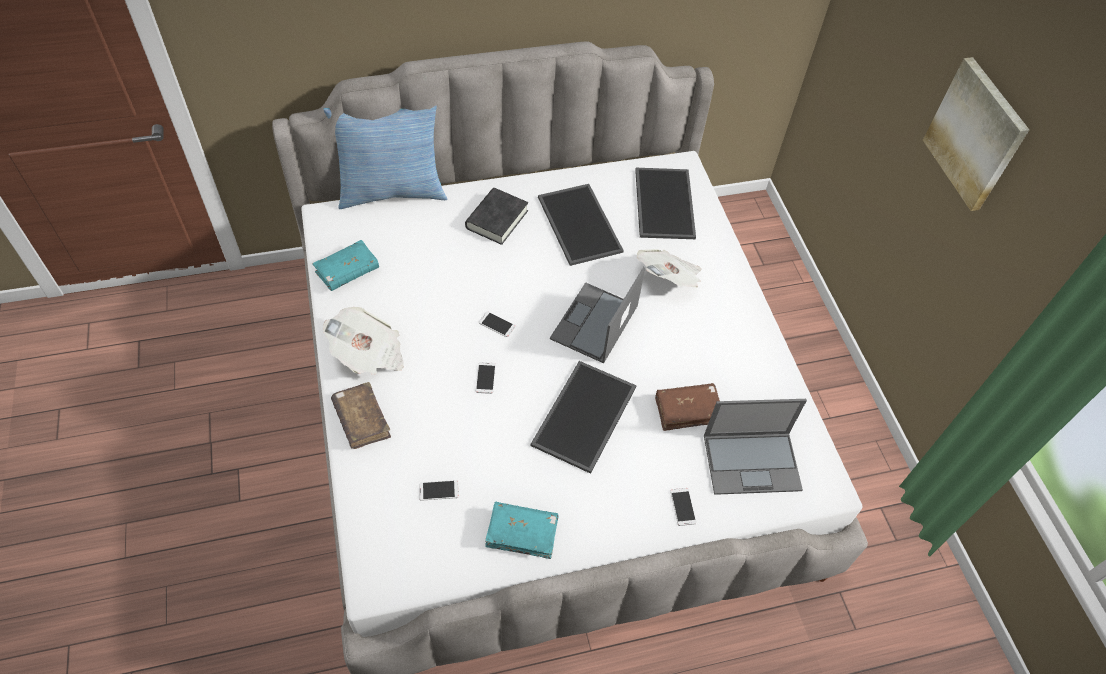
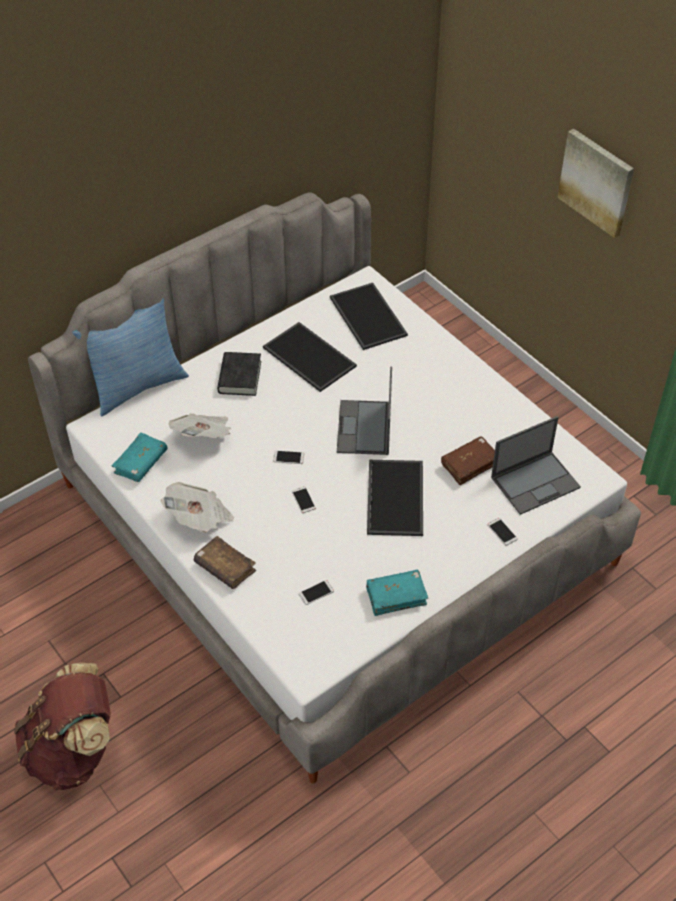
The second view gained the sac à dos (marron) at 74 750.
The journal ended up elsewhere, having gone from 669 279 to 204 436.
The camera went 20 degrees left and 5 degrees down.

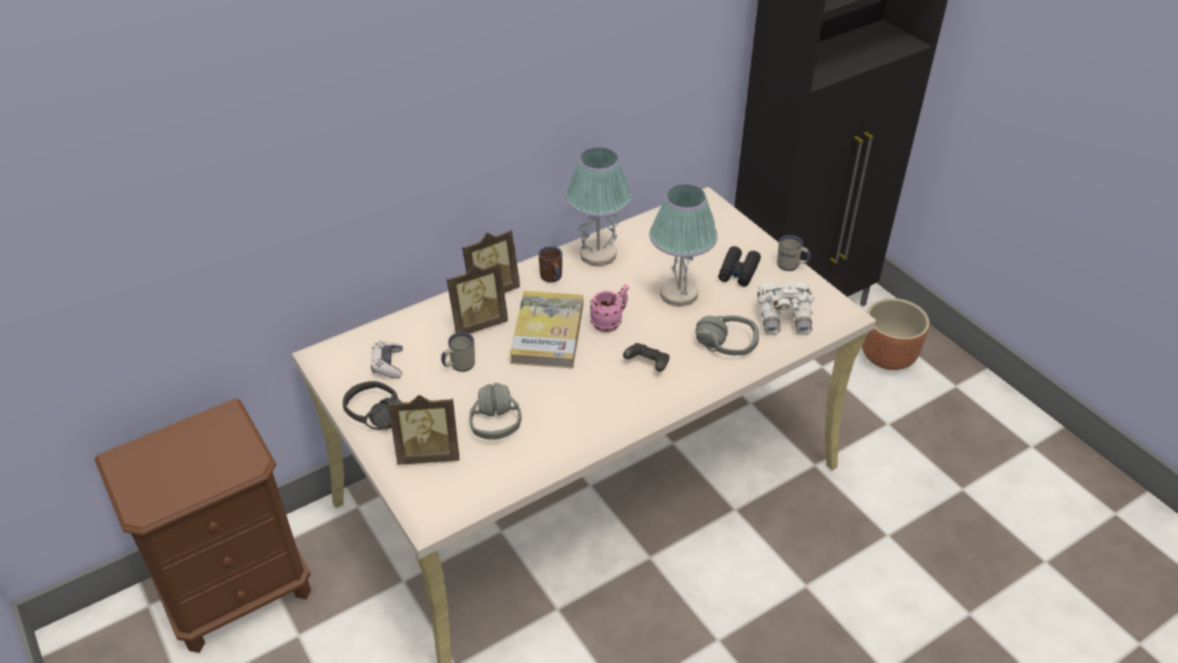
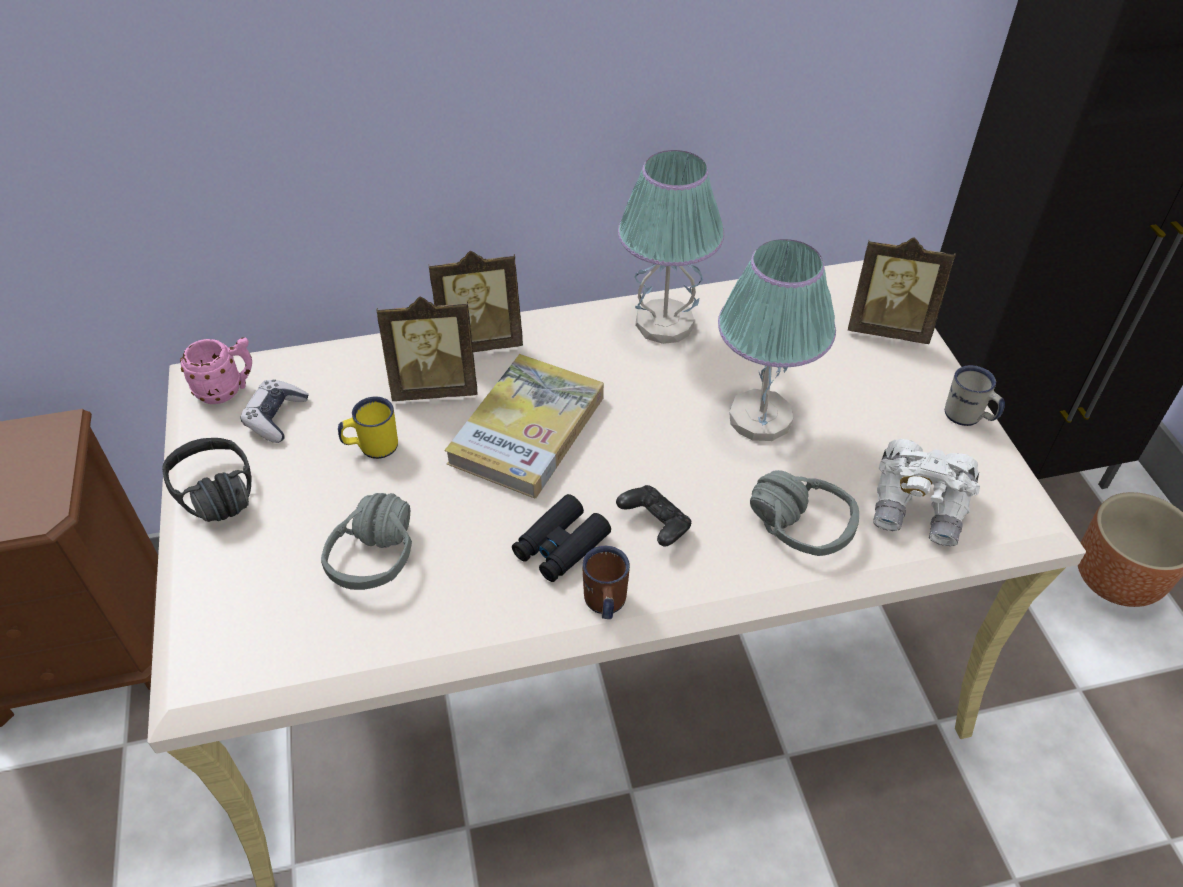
The mug (rose) ended up elsewhere, having gone from 610 322 to 228 390.
What was the mug (blanc) at 459 365 turned into the mug (jaune) at 372 446.
The jumelles (noir) ended up elsewhere, having gone from 738 272 to 561 546.
The mug (marron) ended up elsewhere, having gone from 552 278 to 604 604.
The cadre photo ended up elsewhere, having gone from 429 453 to 888 328.
The camera went 20 degrees right and 5 degrees up.

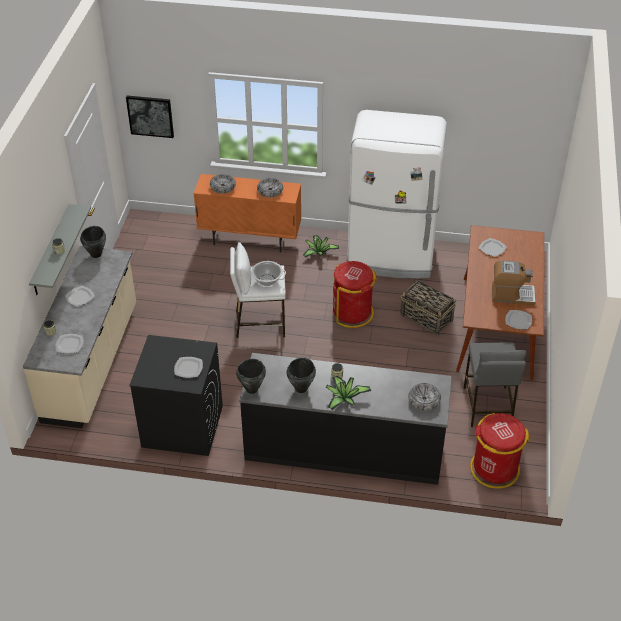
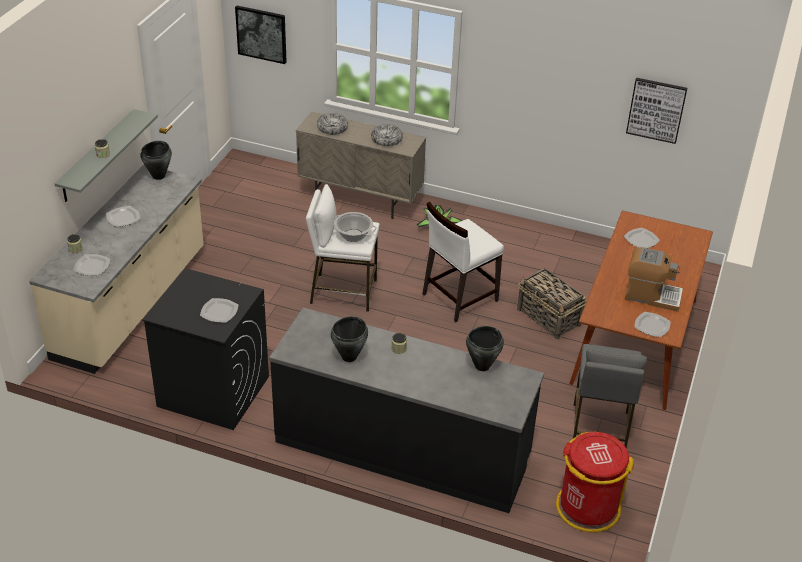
What was the meuble de rangement (orange) at 250 240 turned into the meuble de rangement (beige) at 360 200.
Where the poubelle (rouge) stood at 352 312, the chaise (blanc) came to stand at 459 297.
The marmite (noir) ended up elsewhere, having gone from 251 389 to 481 366.
The second view gained the tableau at 656 110.
The second view lost the plante en pot at 344 398.
The second view lost the réfrigérateur (blanc) at 391 256.
The second view lost the bol at 424 400.
The camera went 10 degrees right and 5 degrees down.

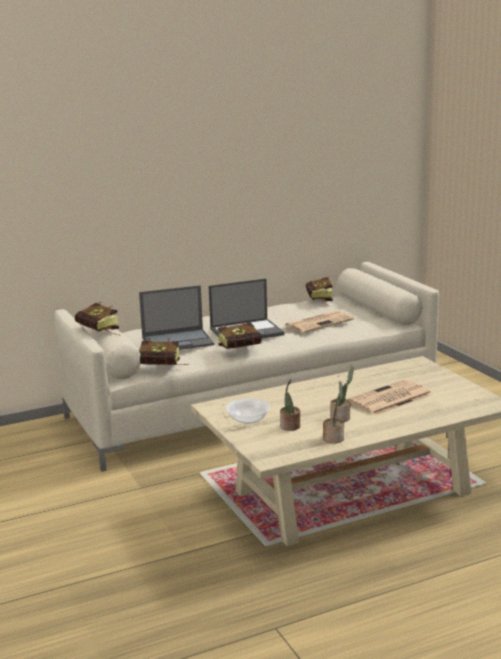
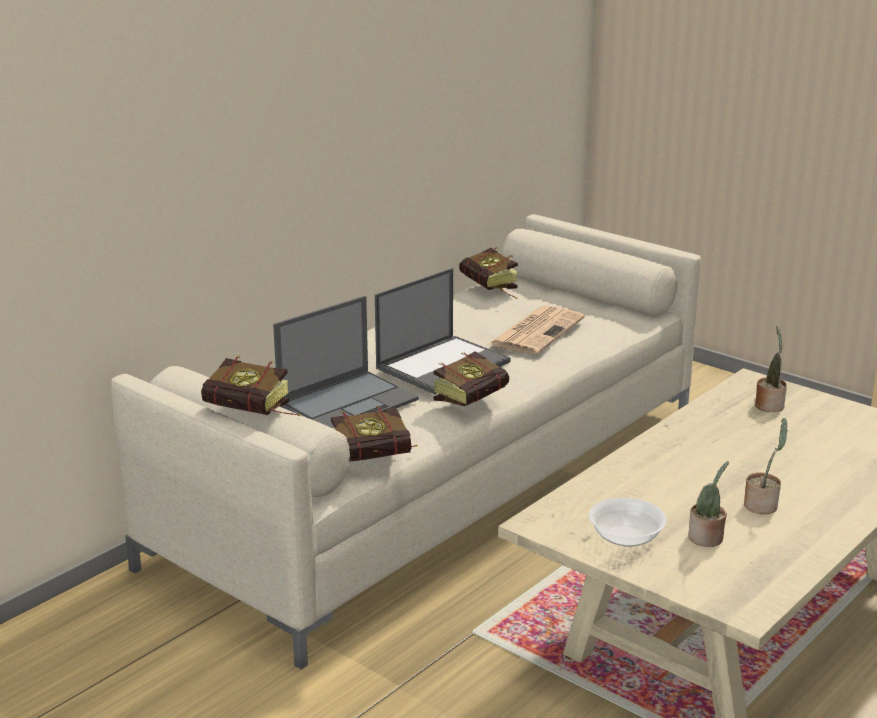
The plante en pot ended up elsewhere, having gone from 334 438 to 769 405.
The second view lost the journal at 390 399.
The camera went 25 degrees left and 5 degrees up.

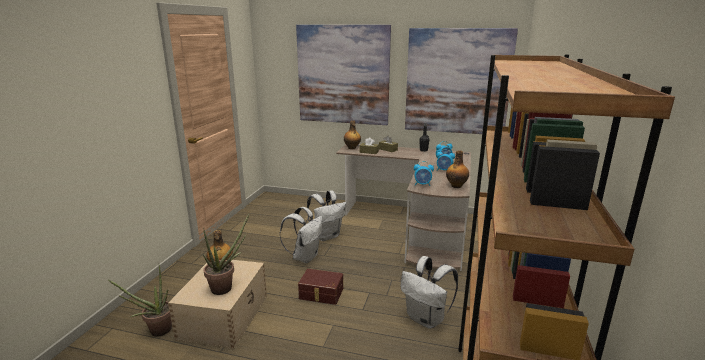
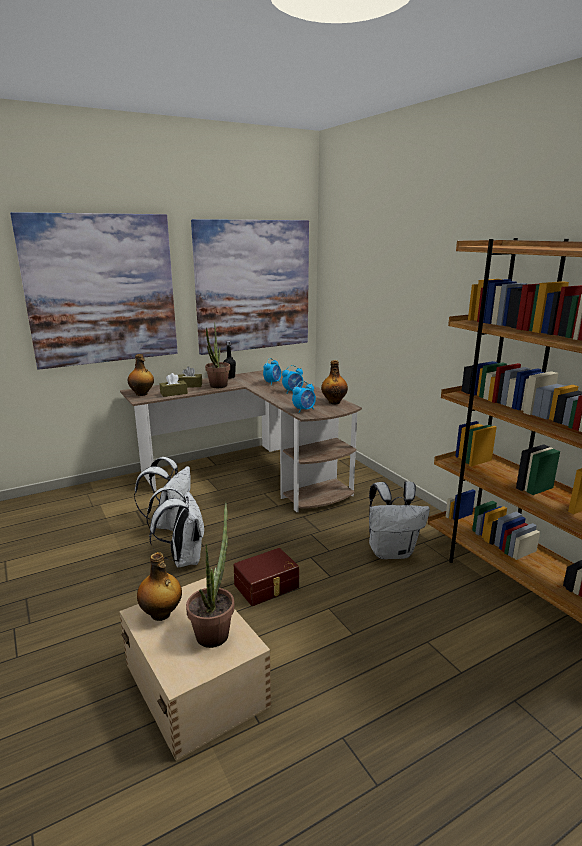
The plante en pot ended up elsewhere, having gone from 156 331 to 217 387.
The camera went 45 degrees left and 0 degrees up.

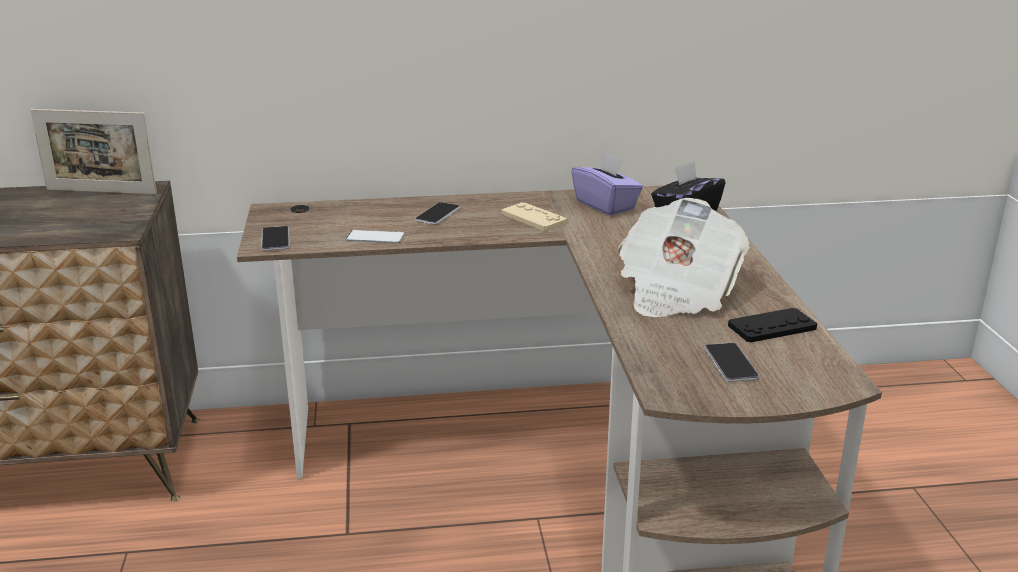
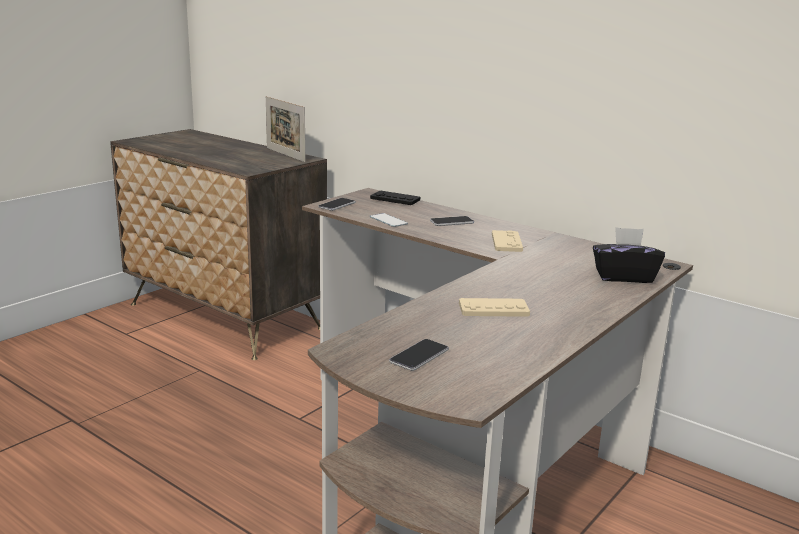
The manette (noir) ended up elsewhere, having gone from 772 327 to 395 199.
Where the journal stood at 676 291, the manette (beige) came to stand at 493 309.
The second view lost the boîte à mouchoirs (violet) at 606 205.
The camera went 45 degrees right and 5 degrees down.

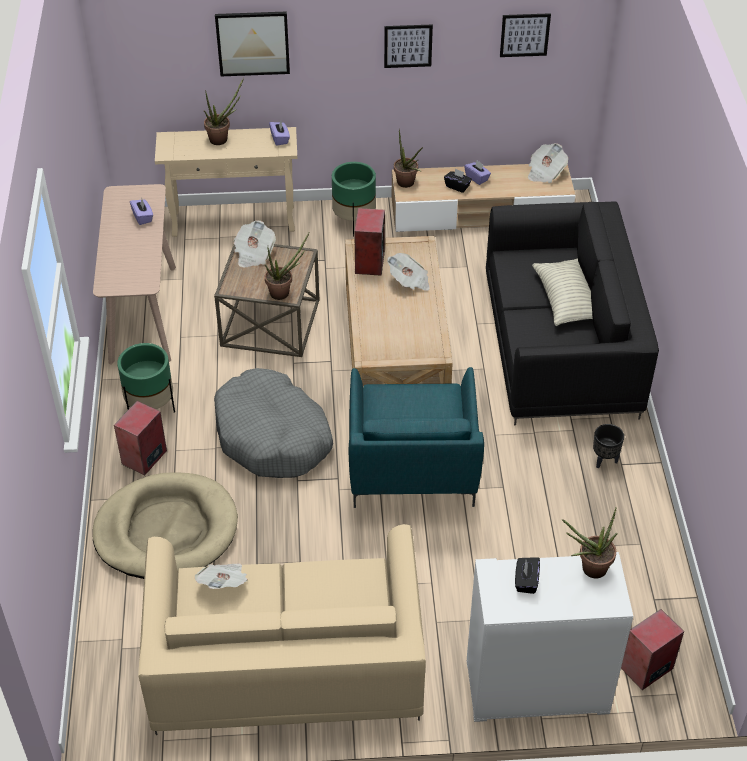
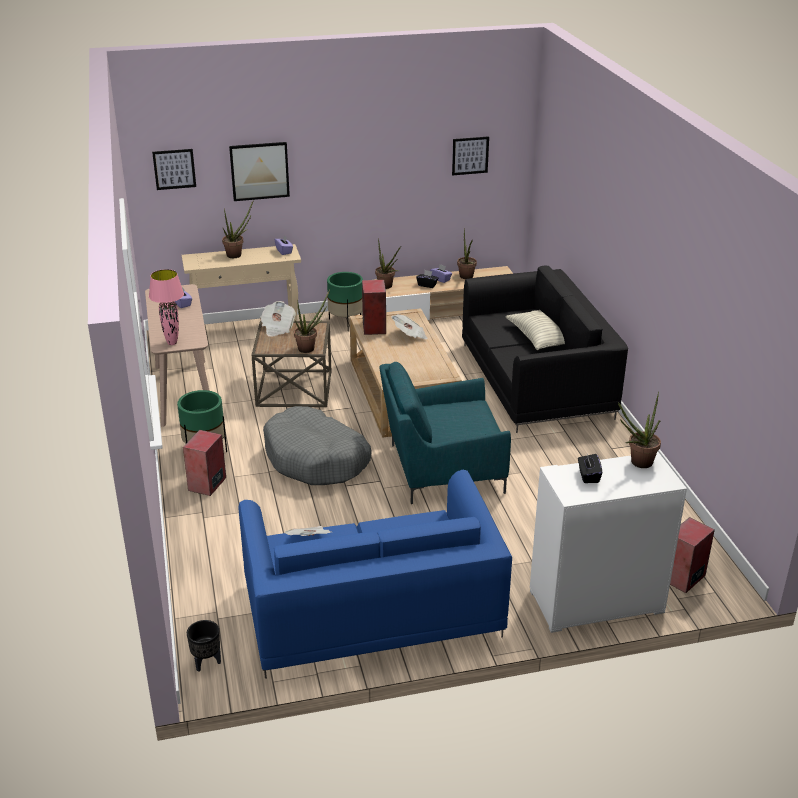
The second view gained the lampe de table (rose) at 172 343.
The tableau ended up elsewhere, having gone from 408 46 to 174 169.
The cache-pot (noir) ended up elsewhere, having gone from 604 460 to 206 662.
What was the canapé (beige) at 285 663 turned into the canapé (bleu) at 371 611.
The fauteuil (turquoise) at 411 469 ended up facing another way, 90 degrees clockwise from before.
The second view gained the plante en pot at 466 278.
The second view lost the panier pour chien (beige) at 166 530.
The second view lost the journal at 545 172.
The camera went 10 degrees left and 15 degrees down.

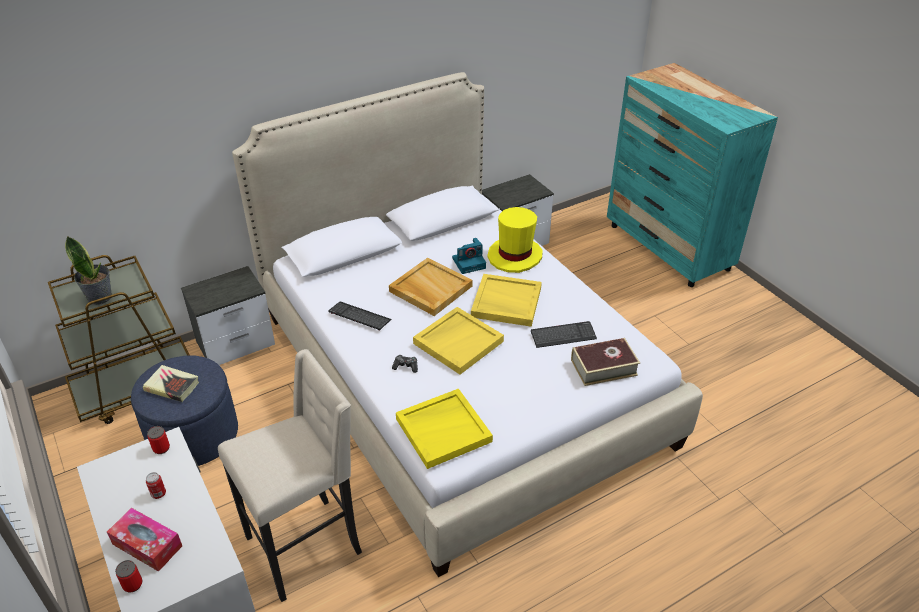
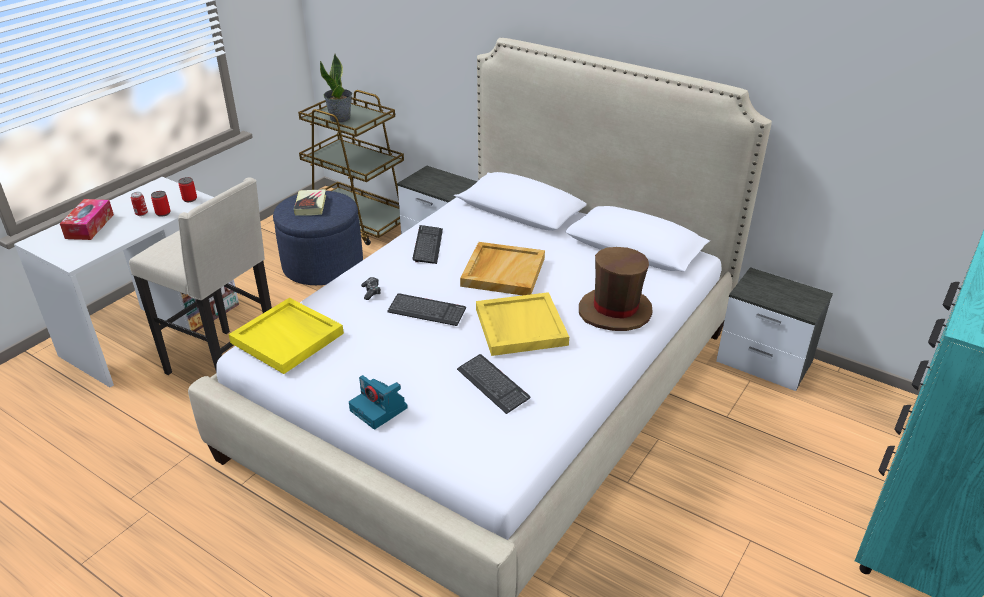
The boîte métallique ended up elsewhere, having gone from 132 584 to 163 213.
The appareil photo ended up elsewhere, having gone from 469 263 to 380 409.
Where the plateau (jaune) stood at 458 342, the clavier came to stand at 427 311.
What was the chapeau (jaune) at 515 256 turned into the chapeau (marron) at 615 311.
The second view lost the livre at 603 367.
The camera went 65 degrees right and 5 degrees down.

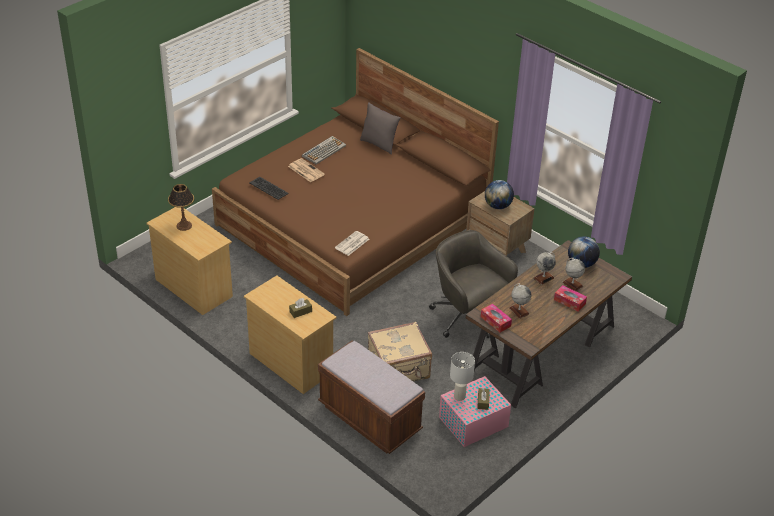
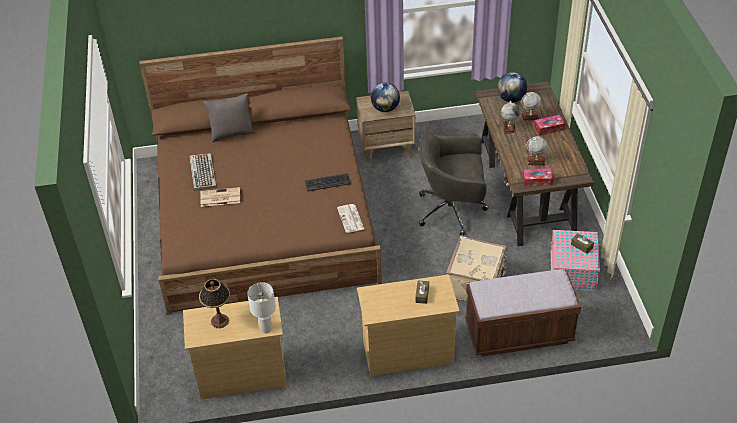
The lampe de table (blanc) ended up elsewhere, having gone from 459 396 to 266 328.
The clavier ended up elsewhere, having gone from 269 188 to 327 182.
The camera went 50 degrees left and 5 degrees up.

